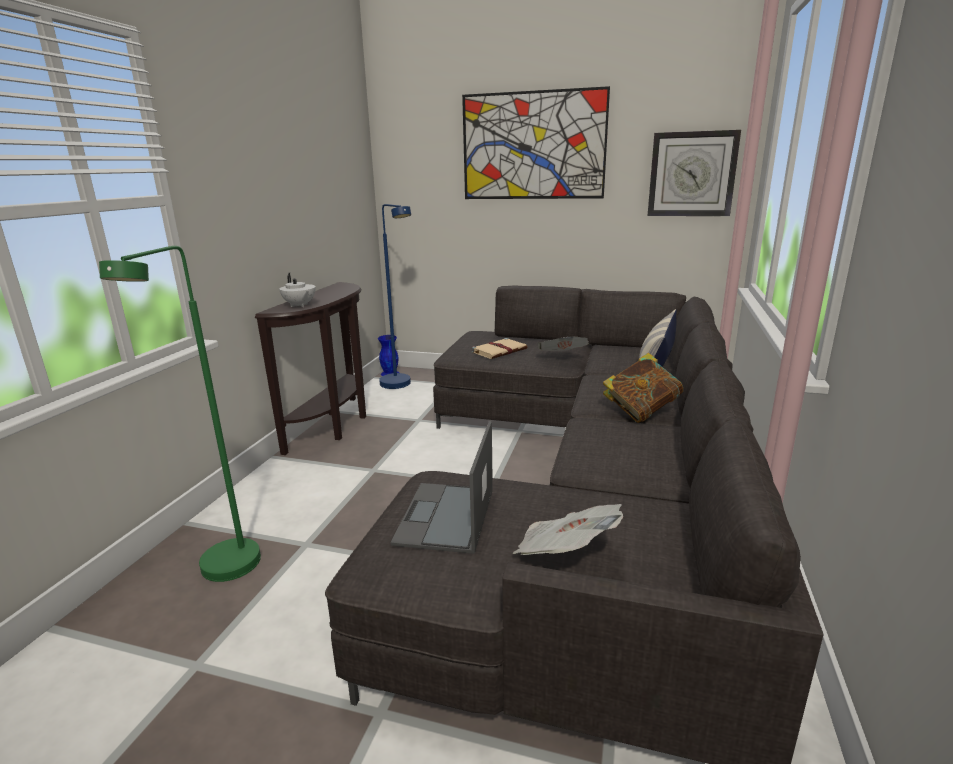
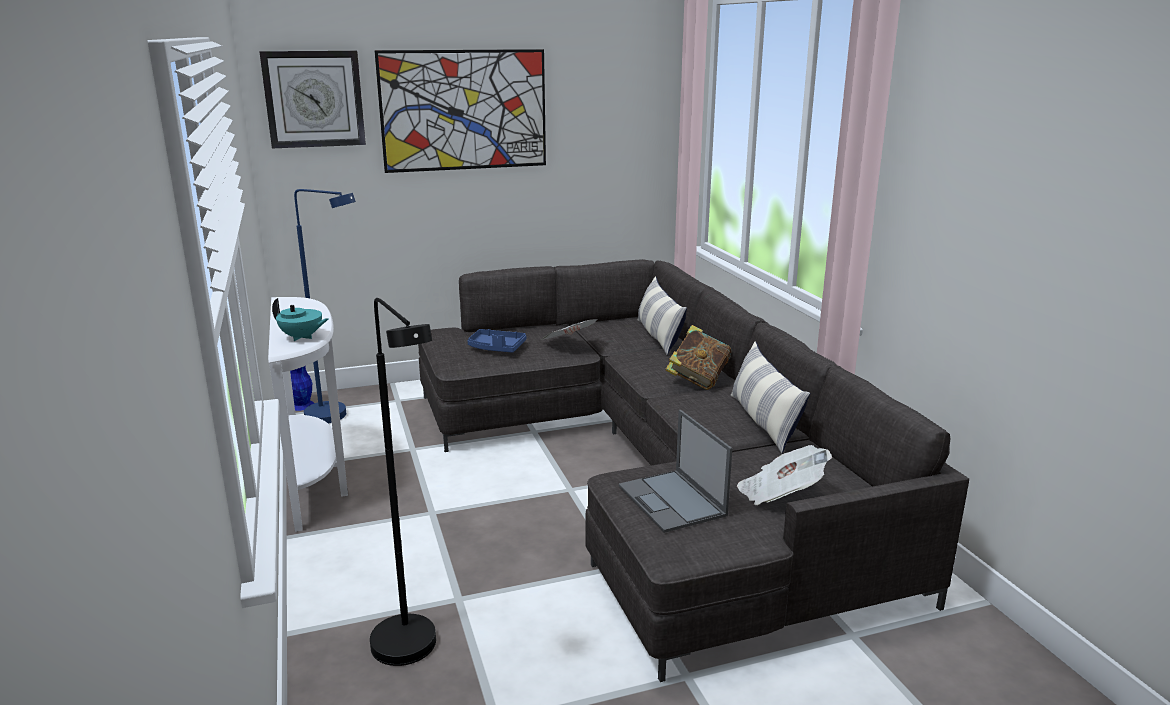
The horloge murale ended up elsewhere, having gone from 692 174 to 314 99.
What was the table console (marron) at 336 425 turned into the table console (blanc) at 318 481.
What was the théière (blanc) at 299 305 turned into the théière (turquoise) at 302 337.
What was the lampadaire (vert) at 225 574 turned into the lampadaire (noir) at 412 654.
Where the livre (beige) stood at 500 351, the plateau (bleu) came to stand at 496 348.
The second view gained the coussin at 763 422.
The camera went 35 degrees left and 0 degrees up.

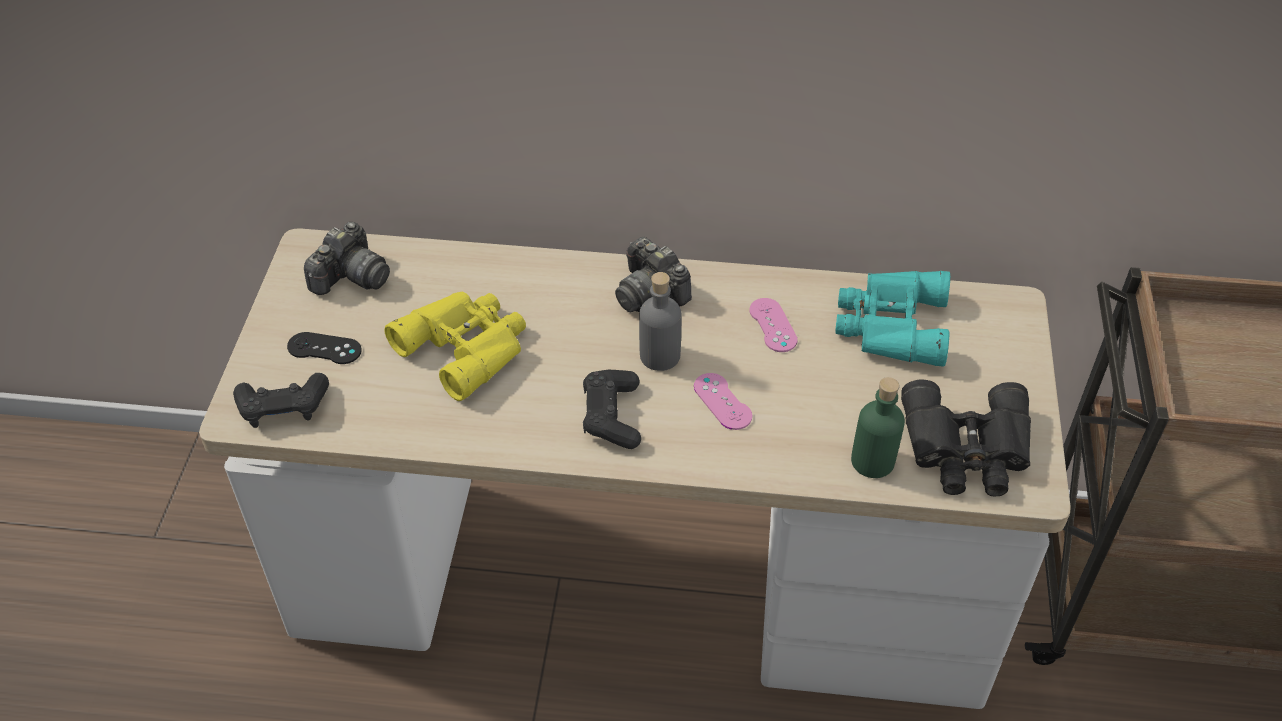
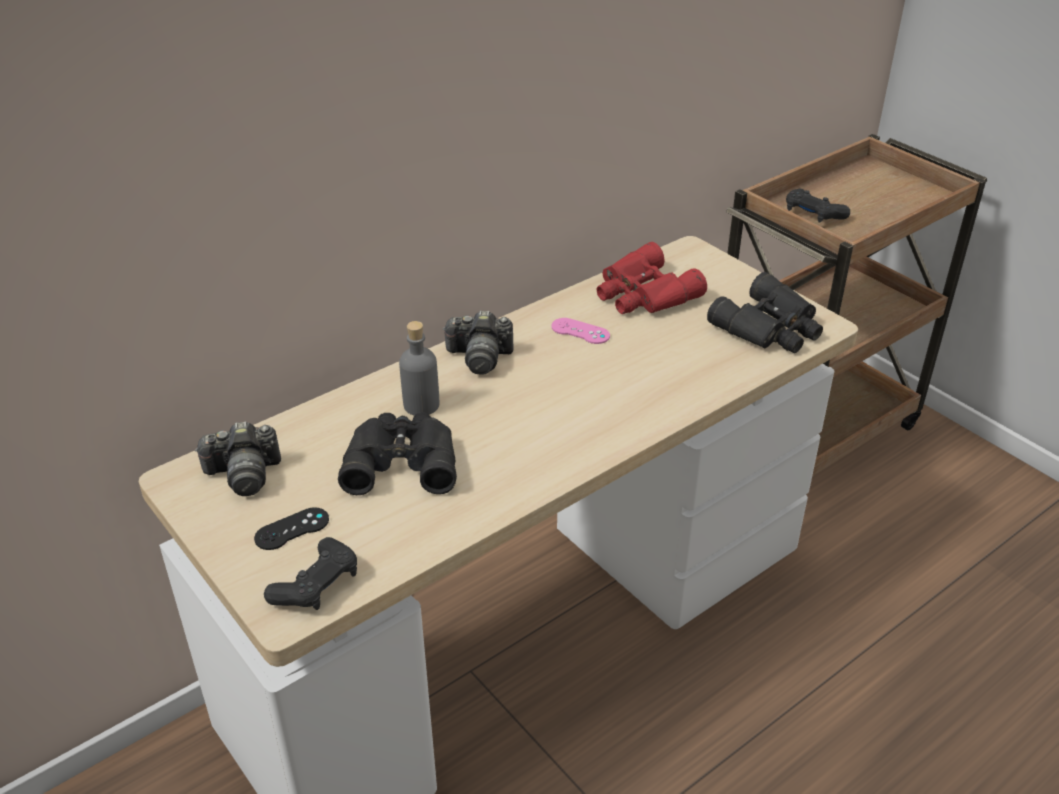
The appareil photo at 351 277 ended up facing another way, 90 degrees clockwise from before.
What was the jumelles (jaune) at 466 346 turned into the jumelles (noir) at 401 460.
The bouteille (gris) ended up elsewhere, having gone from 659 356 to 421 405.
What was the jumelles (turquoise) at 889 325 turned into the jumelles (rouge) at 643 294.
The manette (noir) ended up elsewhere, having gone from 612 416 to 813 214.
The second view lost the manette (rose) at 722 401.
The second view lost the bouteille (vert) at 872 461.
The camera went 45 degrees left and 10 degrees down.

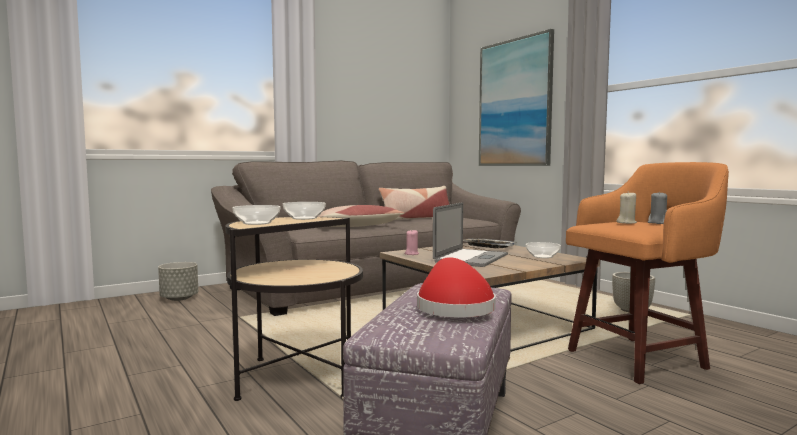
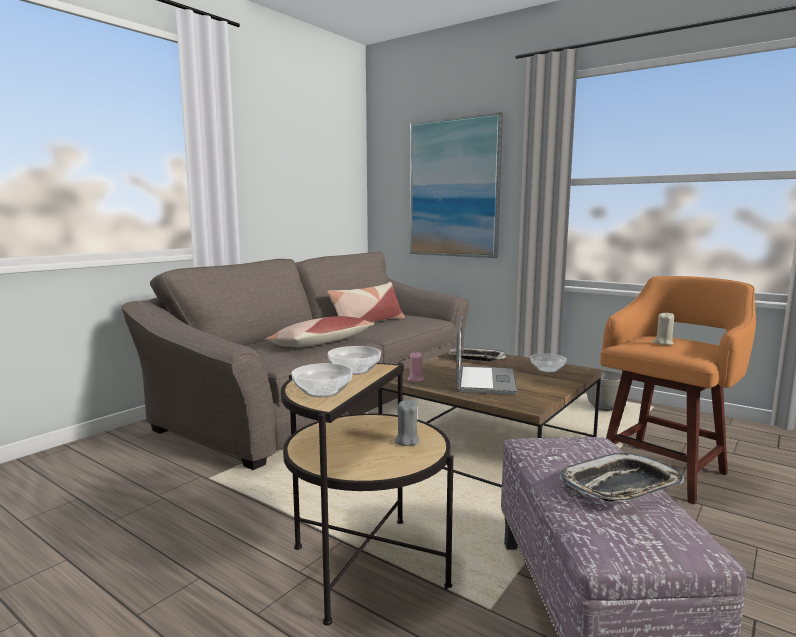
The bougie (gris) ended up elsewhere, having gone from 657 223 to 406 441.
Where the chapeau (rouge) stood at 453 307, the plateau came to stand at 621 487.
The second view lost the cache-pot (gris) at 179 298.
The camera went 20 degrees left and 5 degrees up.

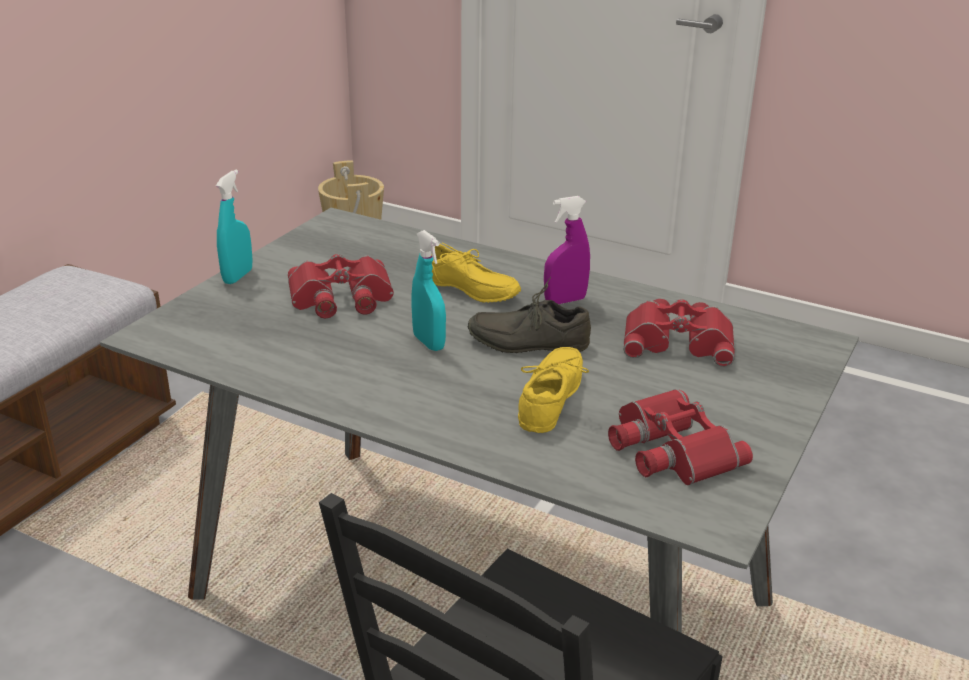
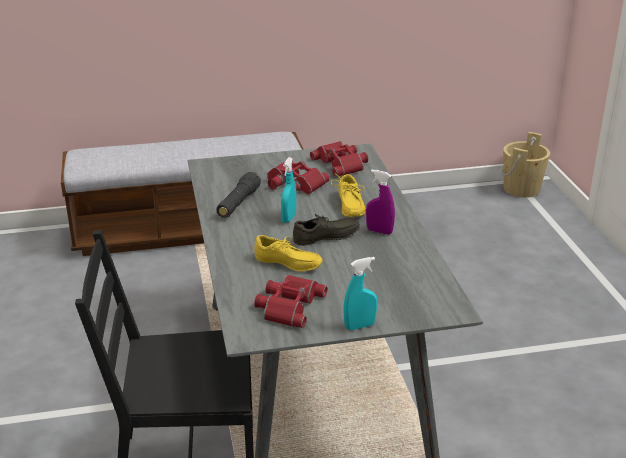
The second view gained the lampe de poche (noir) at 238 203.
The chaussure (jaune) at 555 400 ended up facing another way, 45 degrees clockwise from before.
The chaussure (gris) at 528 341 ended up facing another way, 105 degrees clockwise from before.
The jumelles (rouge) ended up elsewhere, having gone from 678 340 to 342 163.
The vaporisateur (turquoise) ended up elsewhere, having gone from 238 276 to 359 326.
The camera went 50 degrees right and 0 degrees up.

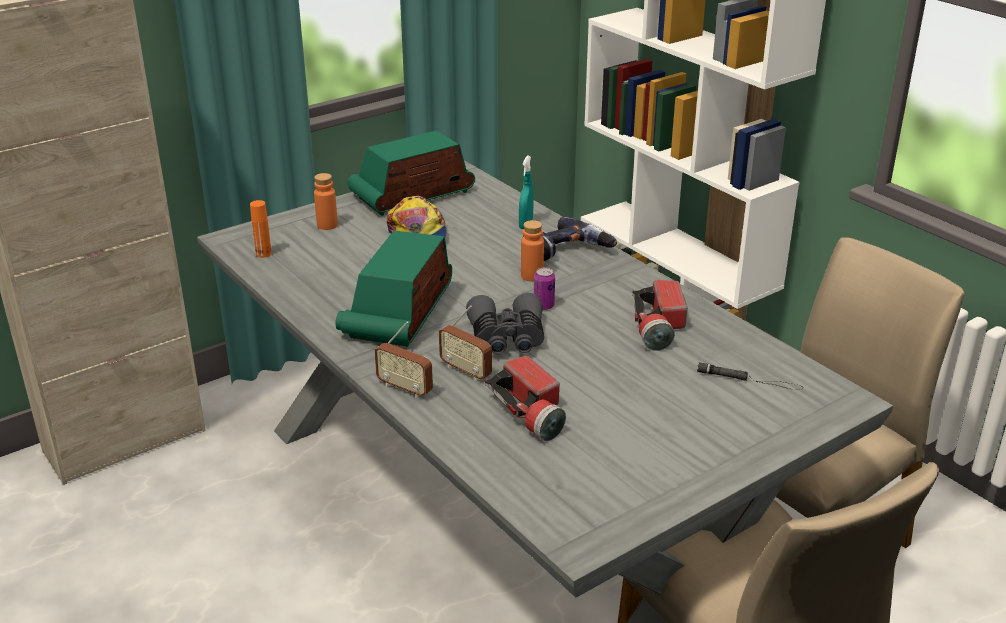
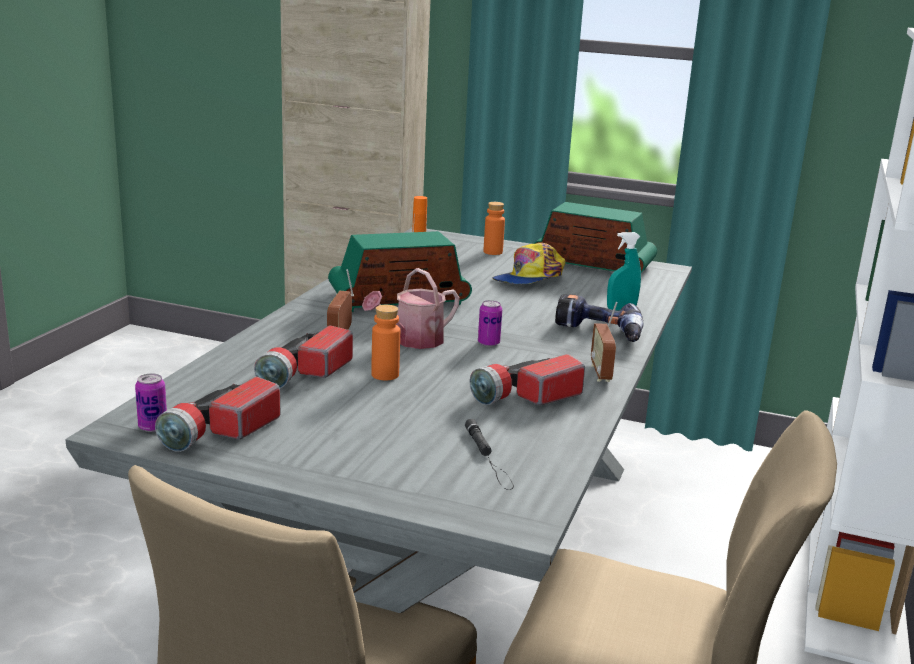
The second view gained the boîte métallique at 153 427.
The second view gained the lampe de poche at 220 431.
Where the jumelles (gris) stood at 507 338, the arrosoir came to stand at 412 341.
The bouteille (orange) ended up elsewhere, having gone from 532 276 to 385 375.
The radio ended up elsewhere, having gone from 405 388 to 601 373.
The camera went 55 degrees right and 10 degrees down.

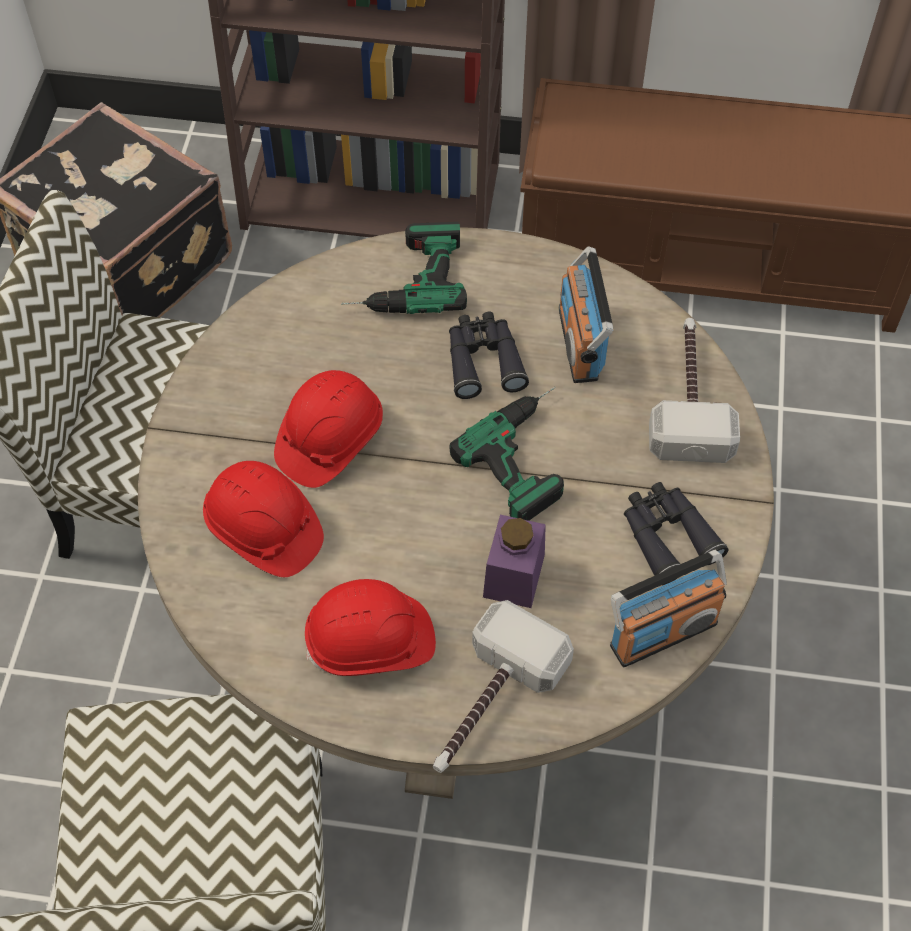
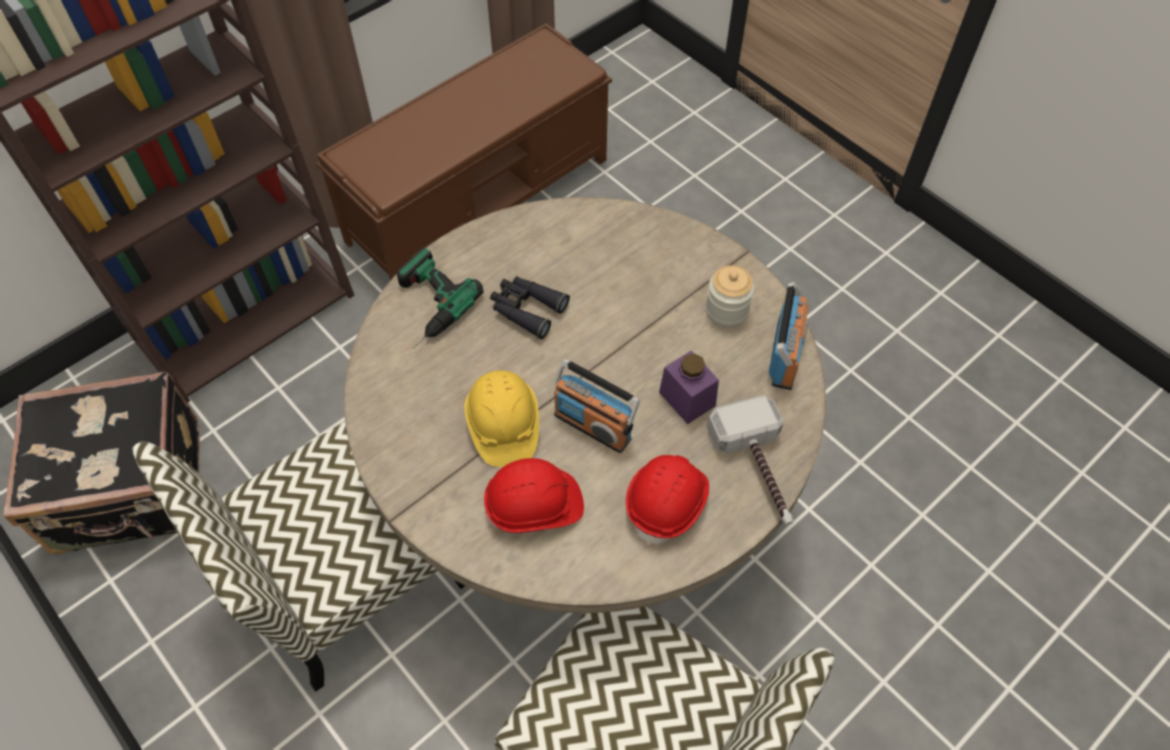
What was the casque de chantier (rouge) at 329 440 turned into the casque de chantier (jaune) at 503 426.
The radio ended up elsewhere, having gone from 580 343 to 593 426.
Where the jumelles (noir) stood at 667 536, the bocal came to stand at 726 310.
The second view lost the perceuse at 531 455.
The second view lost the marteau at 689 397.
The camera went 50 degrees left and 0 degrees up.

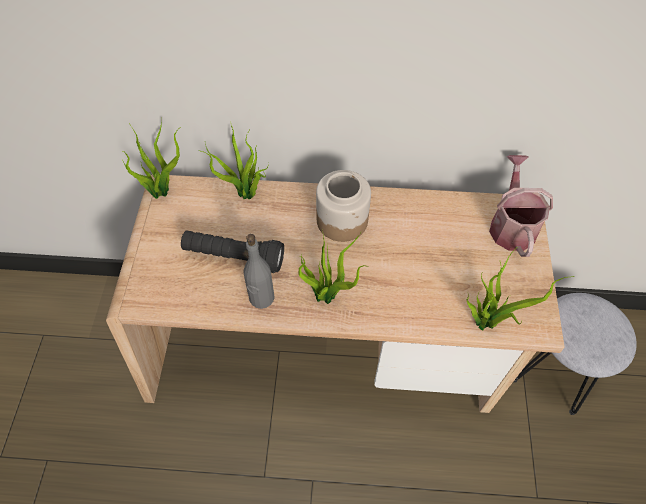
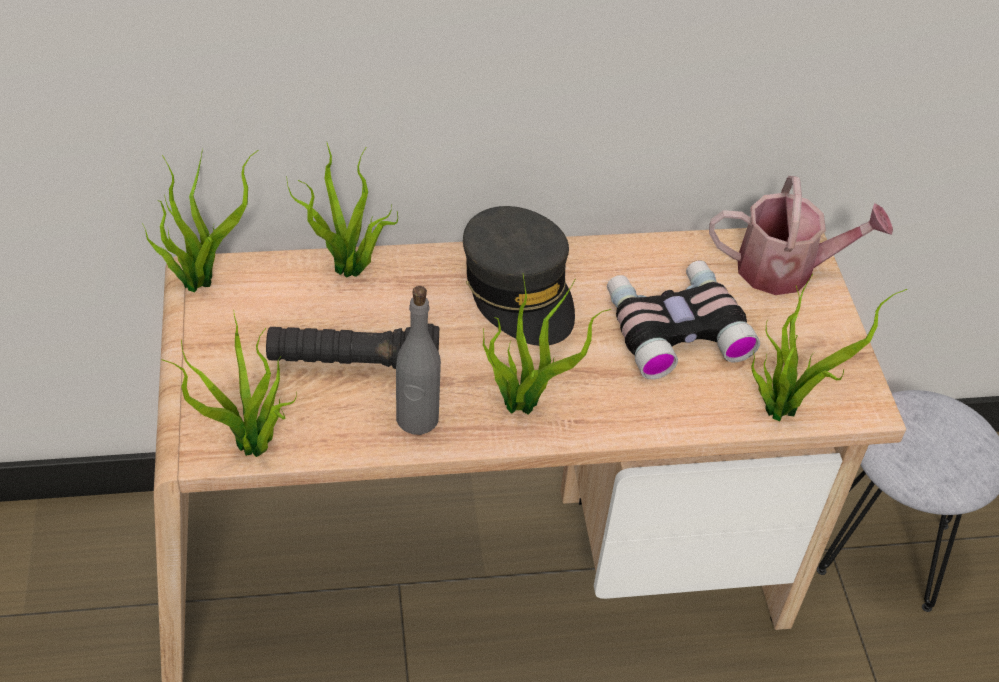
The second view gained the plante en pot at 252 448.
Where the bocal stood at 342 220, the casquette (gris) came to stand at 519 291.
The second view gained the jumelles at 674 327.
The arrosoir at 511 225 ended up facing another way, 105 degrees clockwise from before.
The camera went 15 degrees left and 10 degrees down.

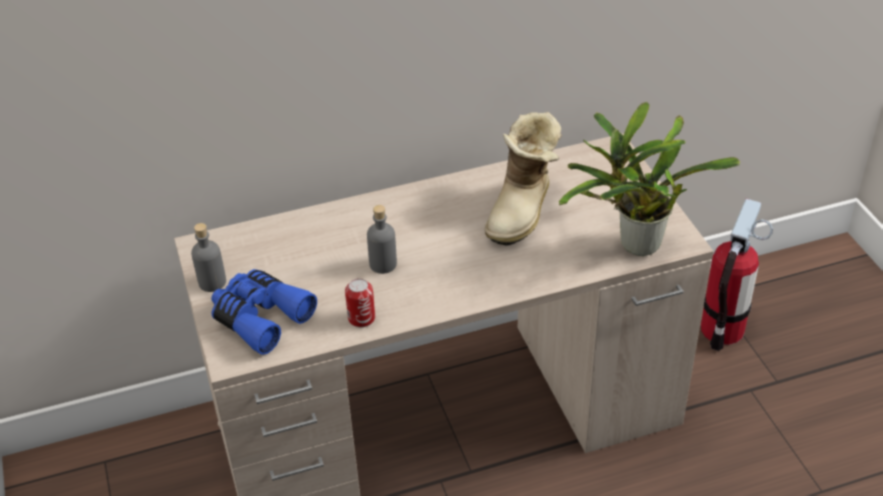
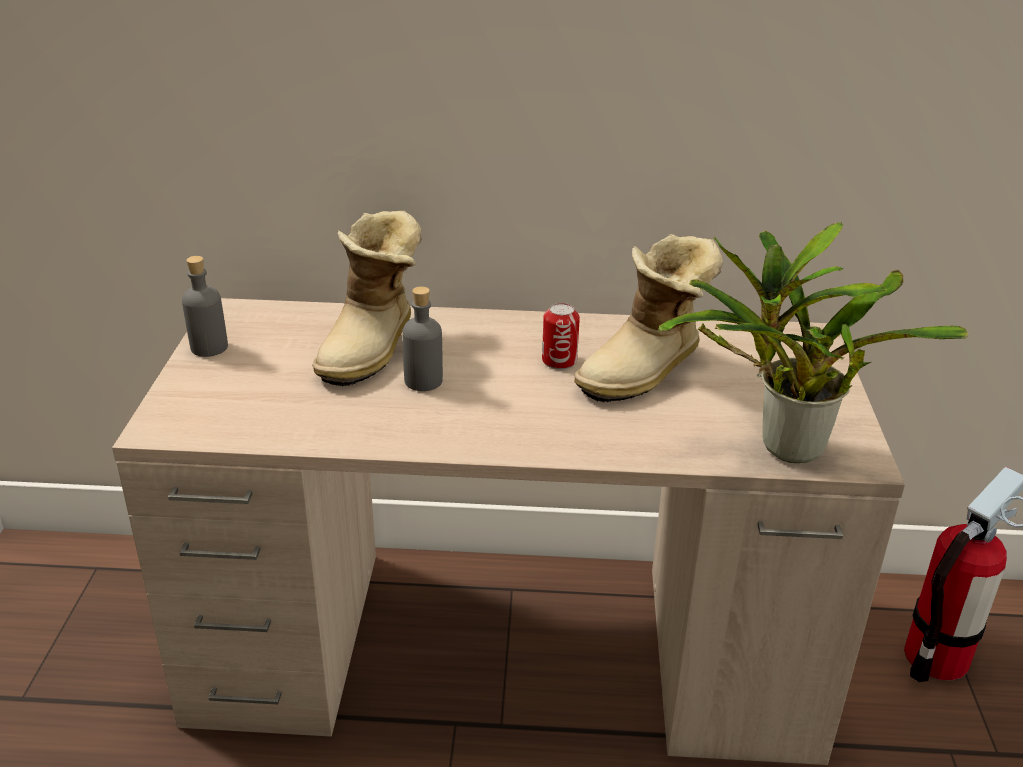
The second view gained the botte at 374 348.
The boîte métallique ended up elsewhere, having gone from 361 318 to 559 361.
The second view lost the jumelles (bleu) at 260 317.
The camera went 20 degrees right and 10 degrees down.

